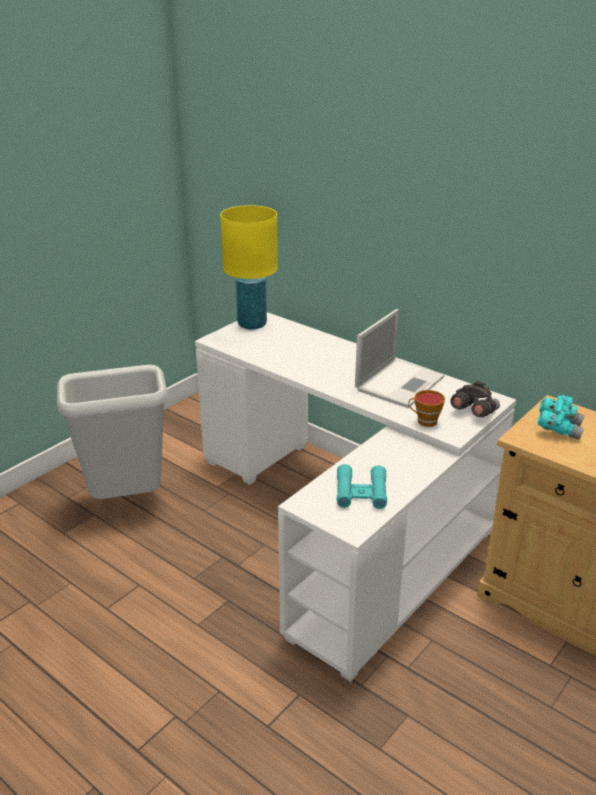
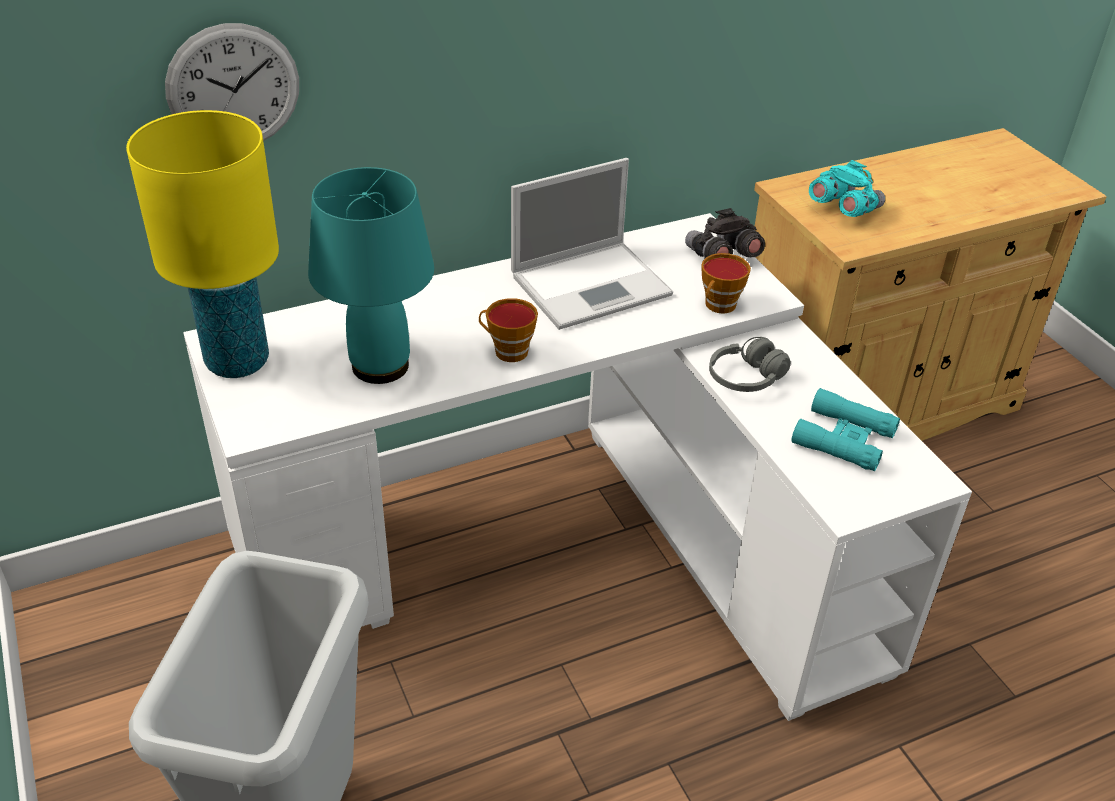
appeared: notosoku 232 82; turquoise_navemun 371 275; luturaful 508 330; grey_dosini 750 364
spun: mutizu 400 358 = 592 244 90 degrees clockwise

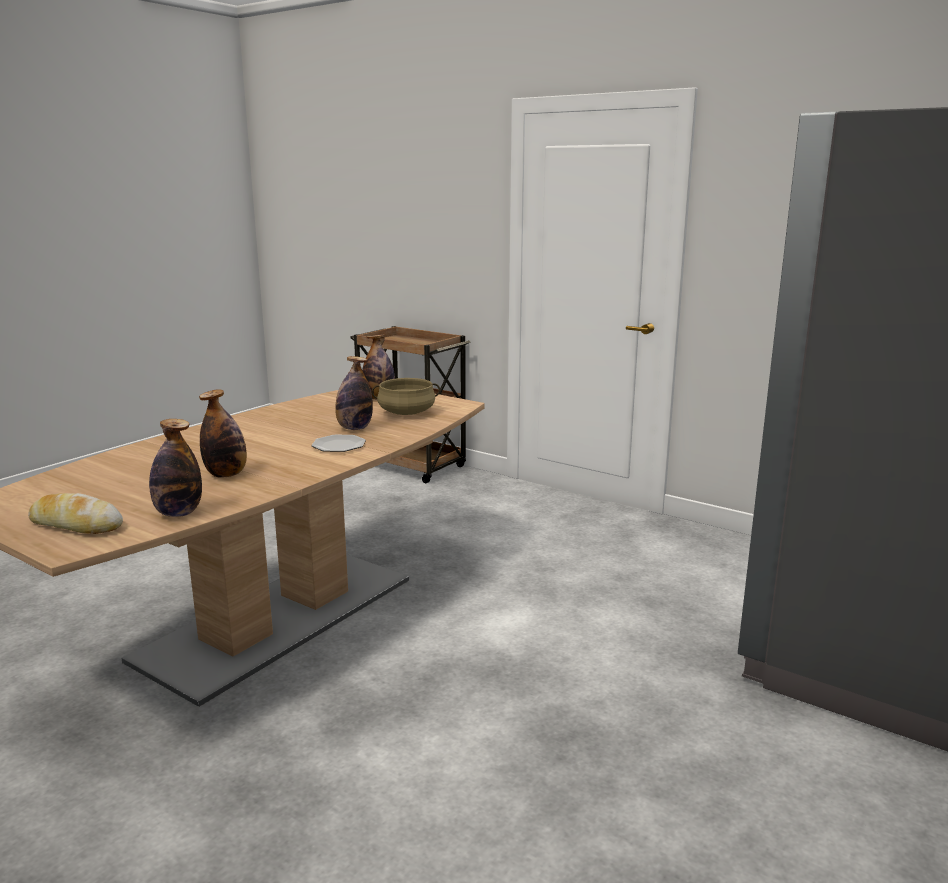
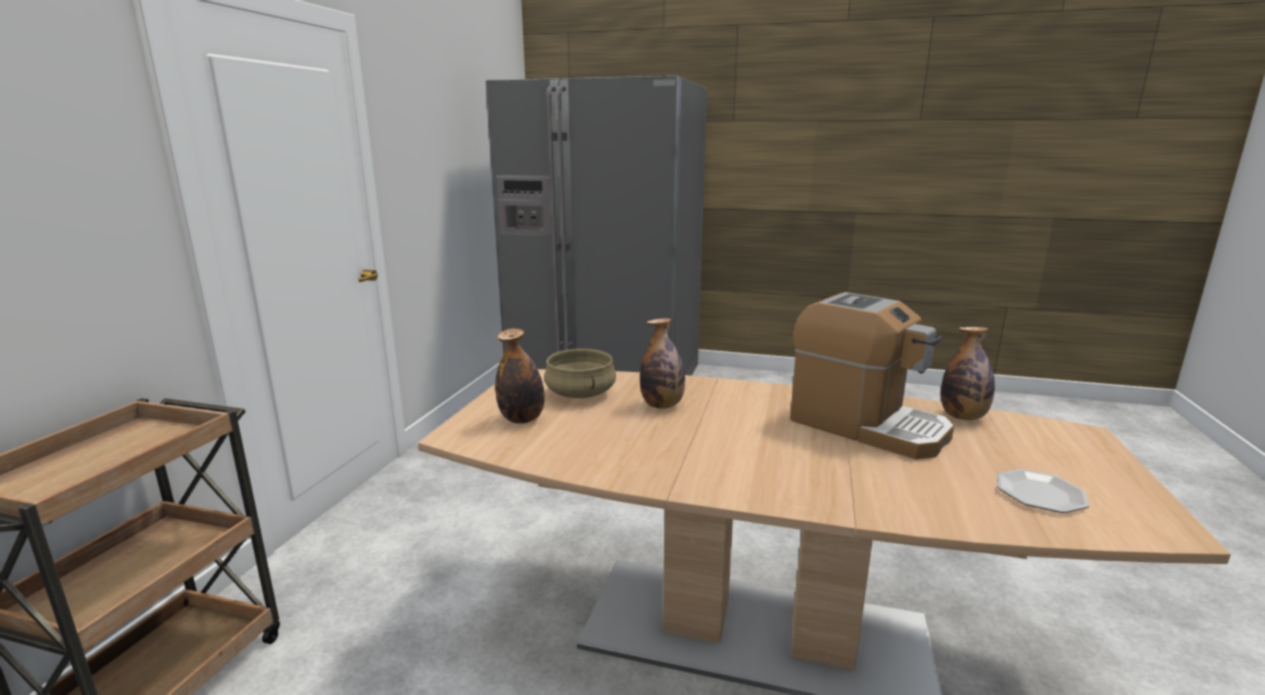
missing: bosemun 75 513
relocated: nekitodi 338 443 to 1043 491
exchanged: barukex 223 433 to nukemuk 872 375

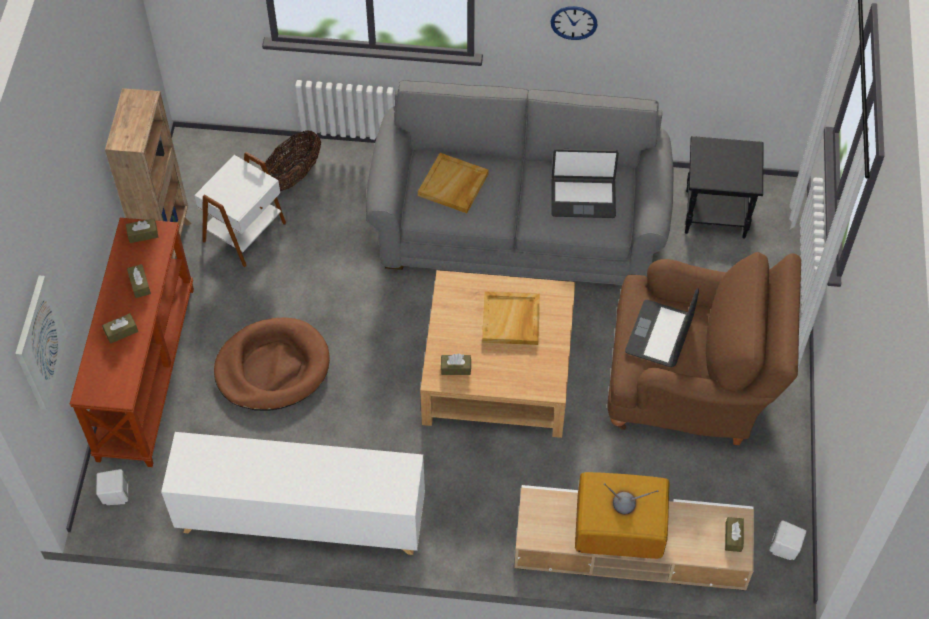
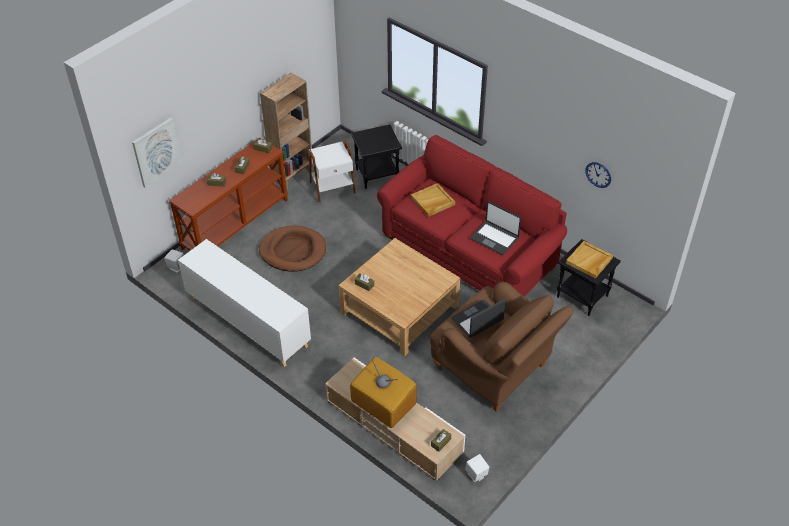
relocated: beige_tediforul 511 318 to 589 260; notosoku 574 23 to 598 175
exchanged: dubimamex 293 161 to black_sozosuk 376 156
colour: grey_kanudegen 520 182 to red_kanudegen 472 215

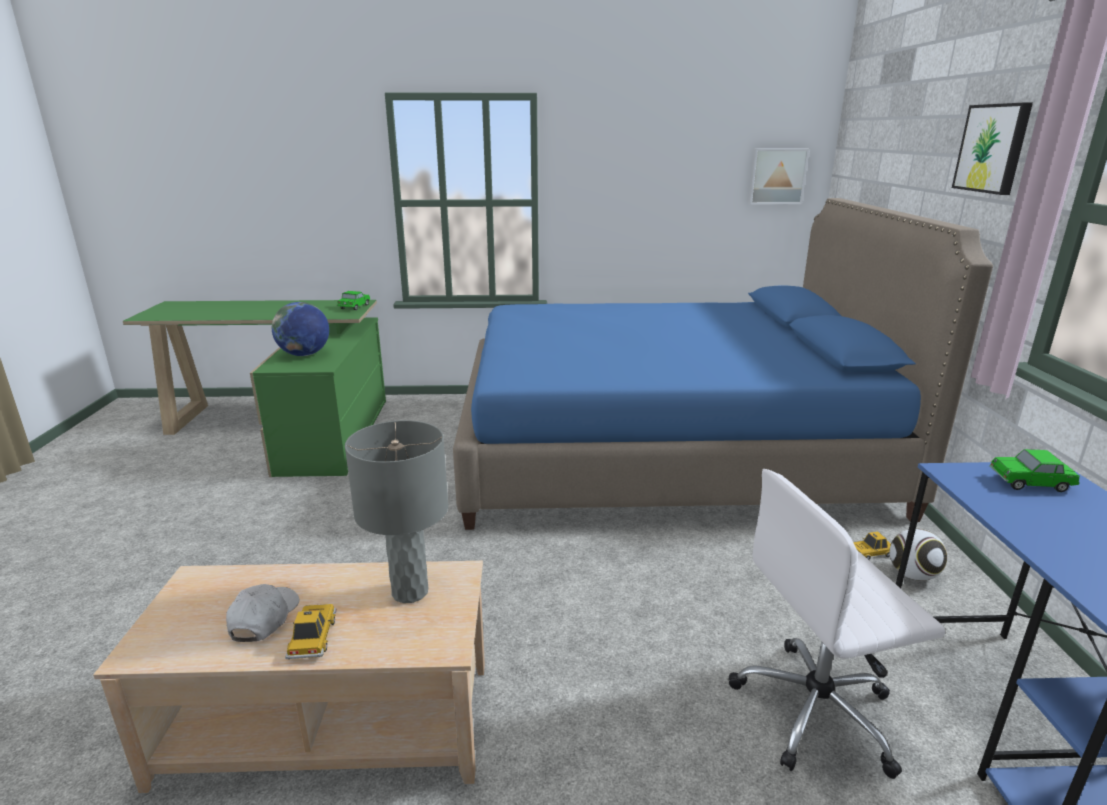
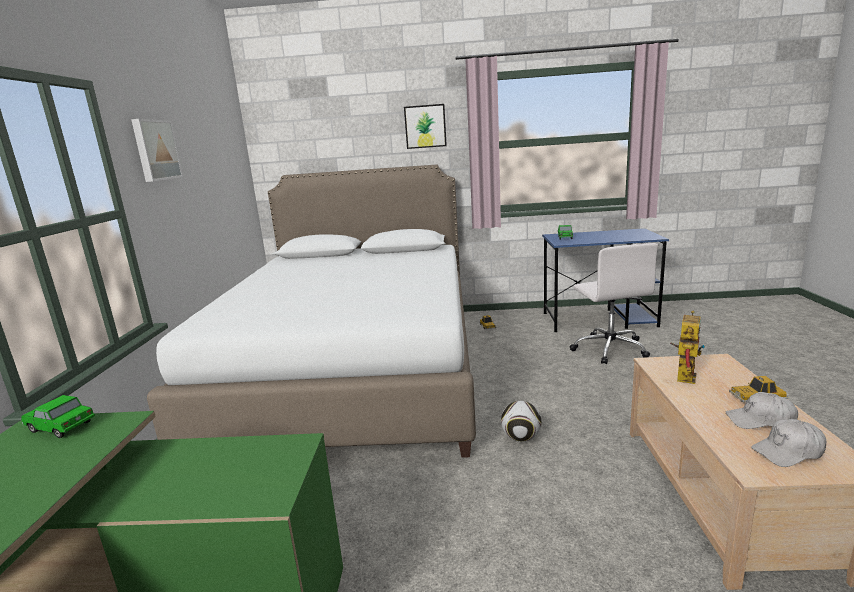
missing: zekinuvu 300 329
appeared: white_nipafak 788 443
relocated: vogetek 779 176 to 157 150; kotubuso 919 555 to 521 421
exchanged: grey_navemun 396 511 to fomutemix 687 347
colour: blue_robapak 723 364 to white_robapak 311 311

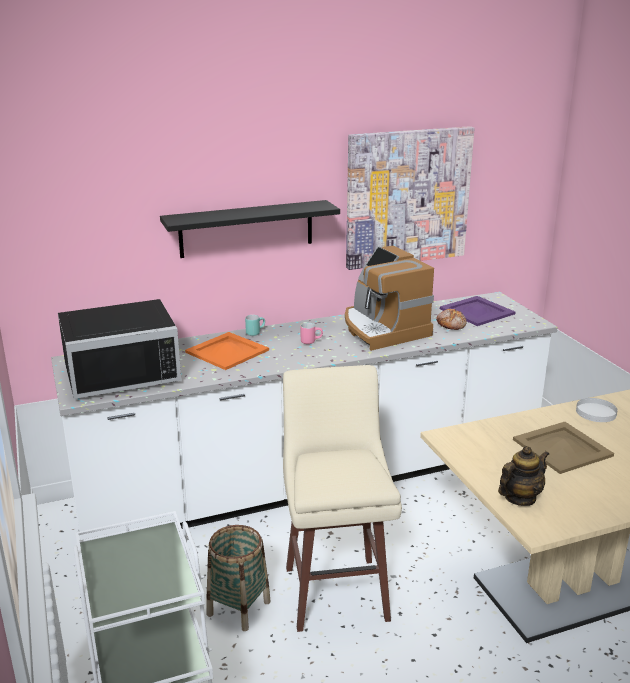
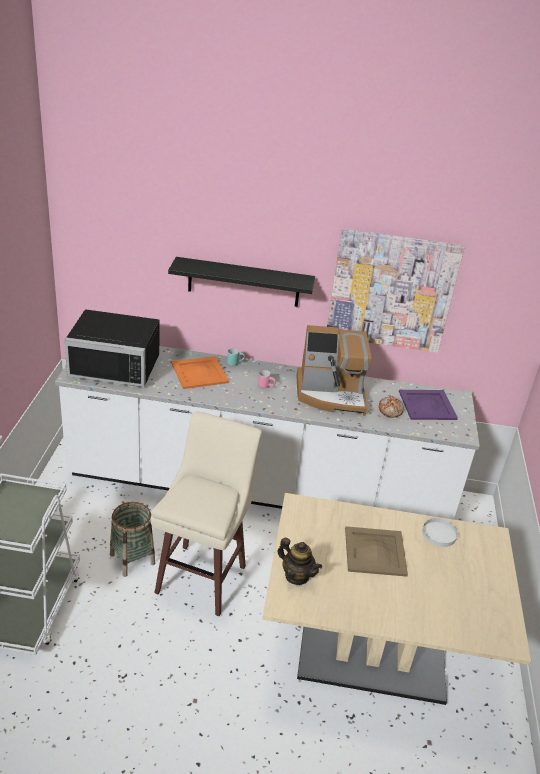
spun: nukemuk 389 298 = 334 370 90 degrees counterclockwise; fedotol 523 476 = 300 561 45 degrees clockwise

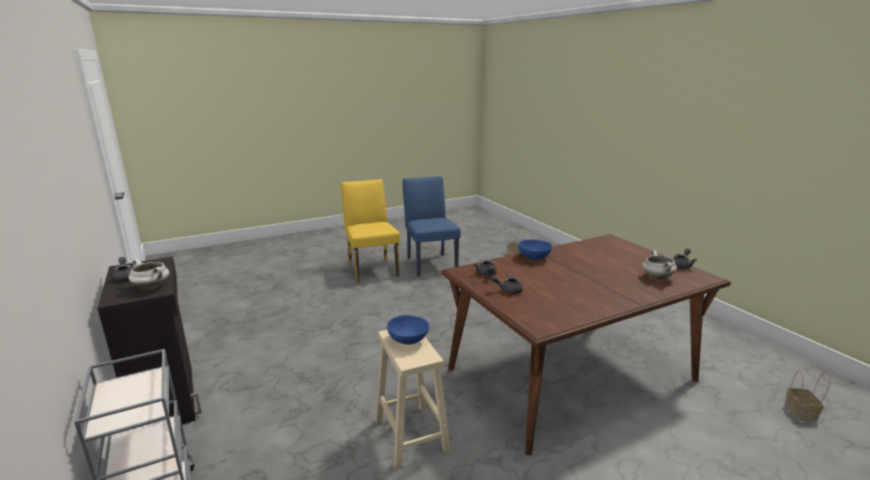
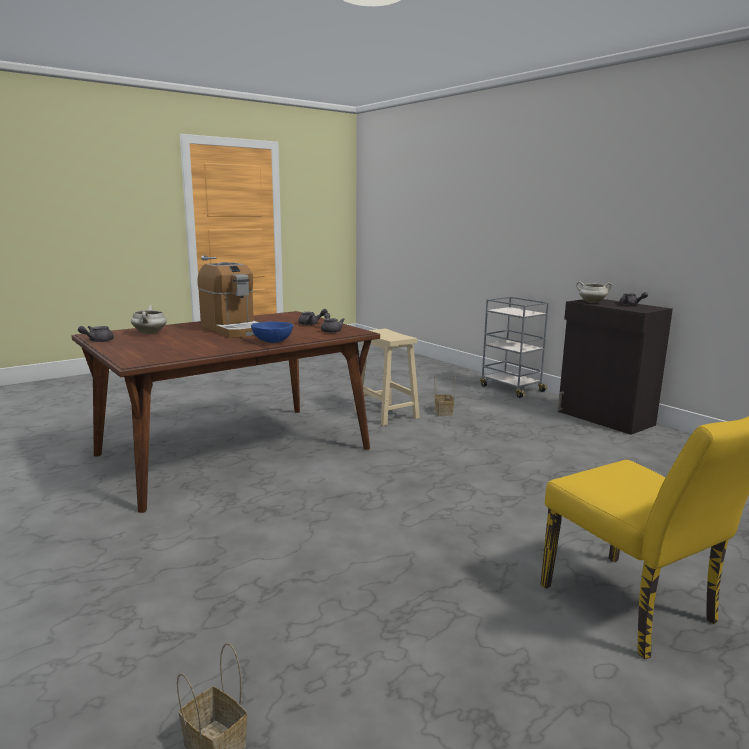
missing: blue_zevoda 408 330; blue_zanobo 431 226
appeared: nukemuk 228 300
relocated: dubimamex 807 396 to 445 395

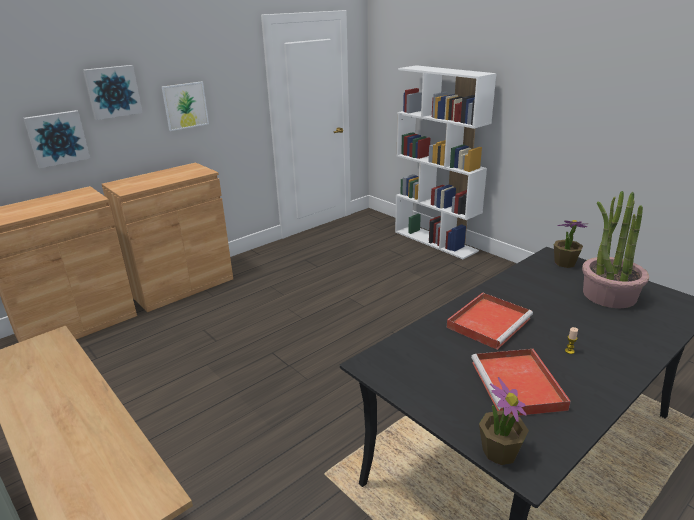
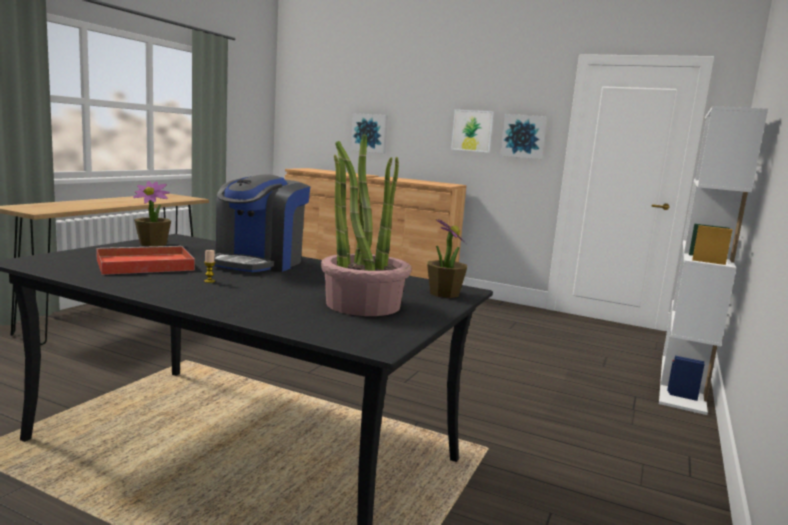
relocated: vogetek 113 92 to 523 136; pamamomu 504 421 to 152 214
exchanged: red_tediforul 490 321 to nukemuk 262 223

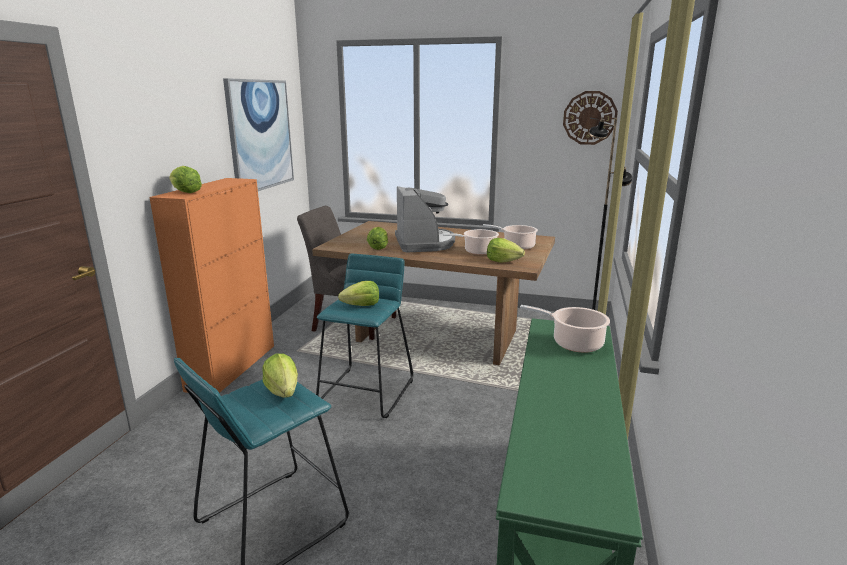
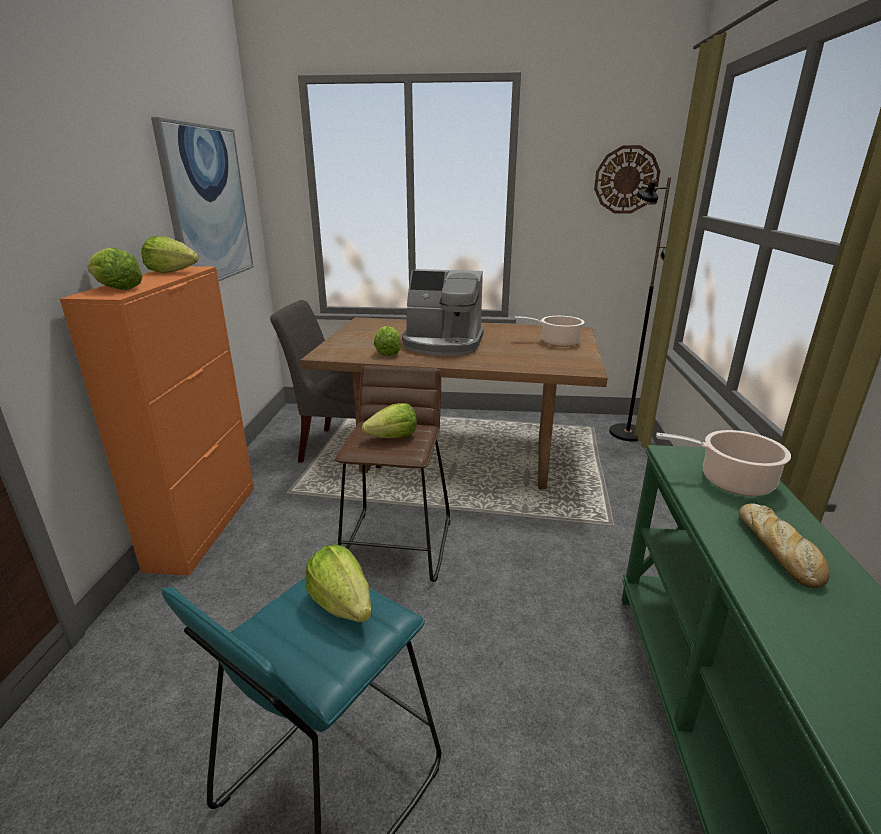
missing: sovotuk 471 242
appeared: bosemun 784 545
relocated: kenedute 506 250 to 170 254
colour: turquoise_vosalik 364 336 to brown_vosalik 392 473
spun: nukemuk 425 219 = 443 312 120 degrees clockwise

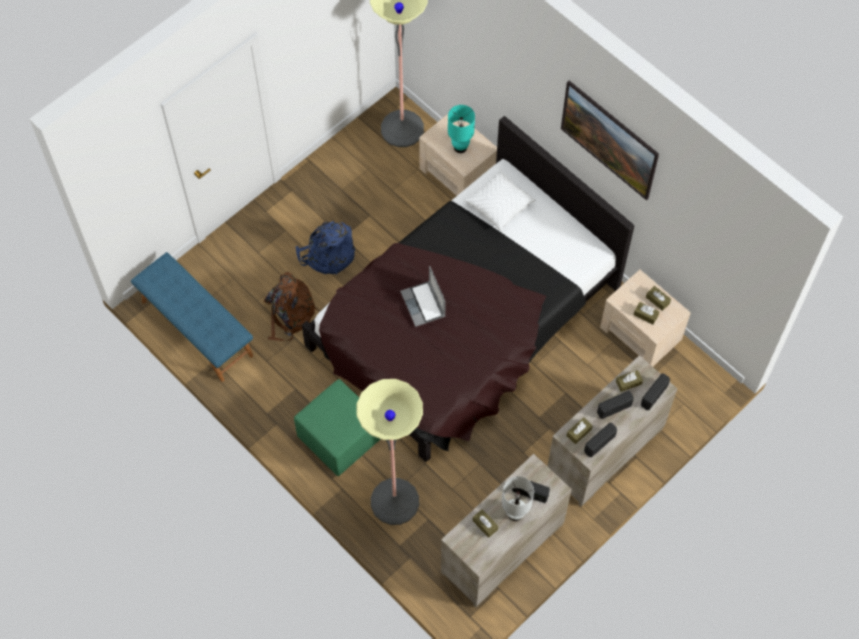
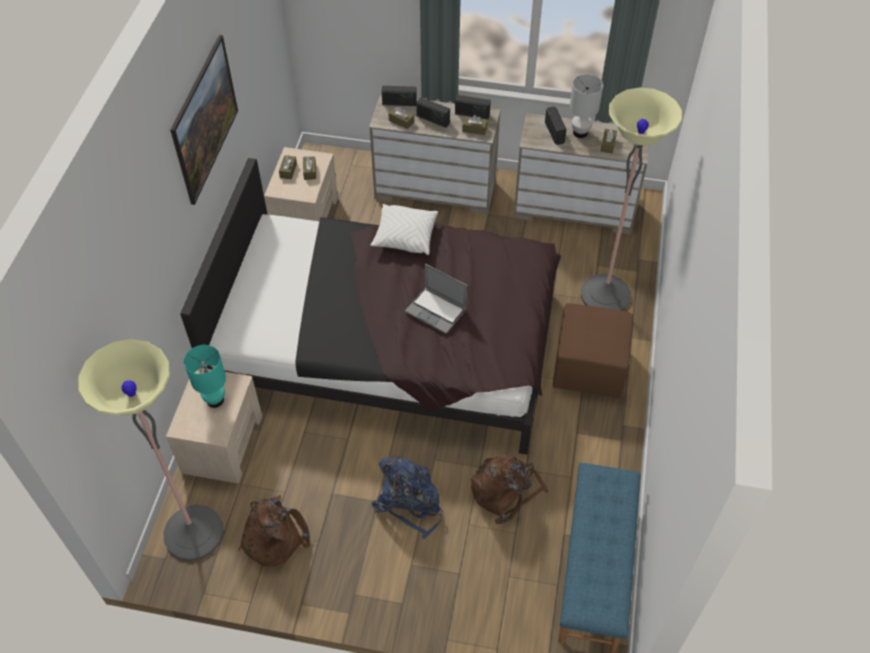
appeared: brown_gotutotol 274 531
relocated: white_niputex 500 200 to 404 229
colour: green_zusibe 337 427 to brown_zusibe 593 350
spun: mutizu 423 296 = 436 299 90 degrees clockwise

